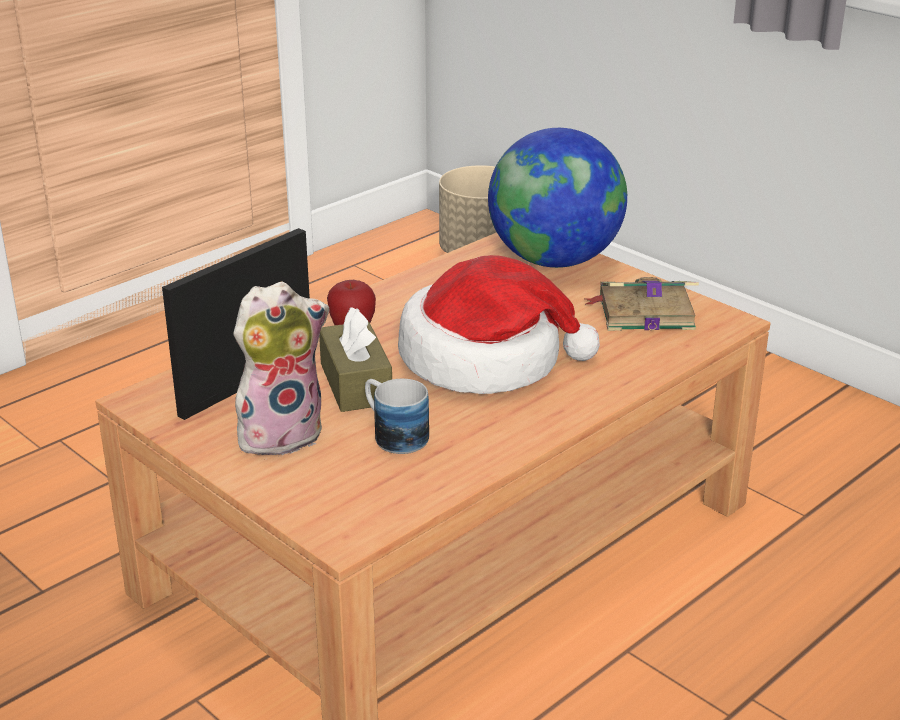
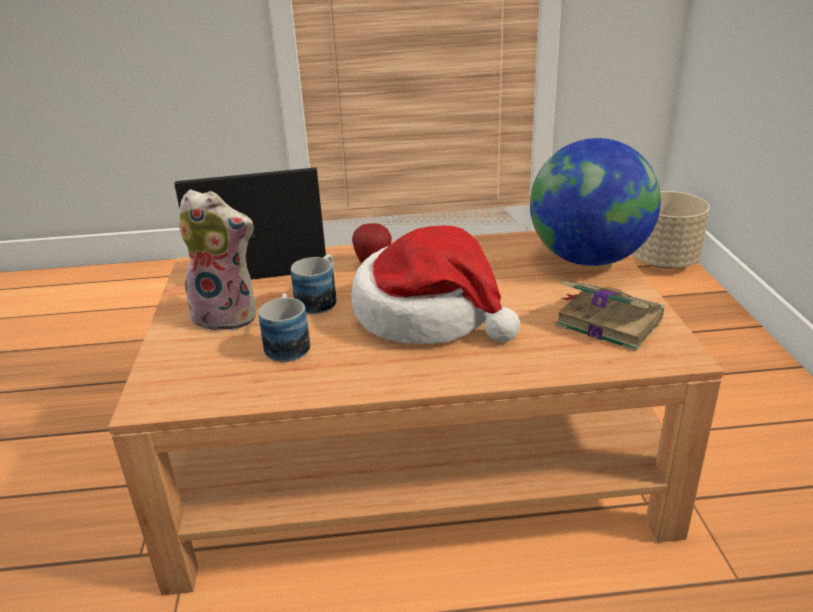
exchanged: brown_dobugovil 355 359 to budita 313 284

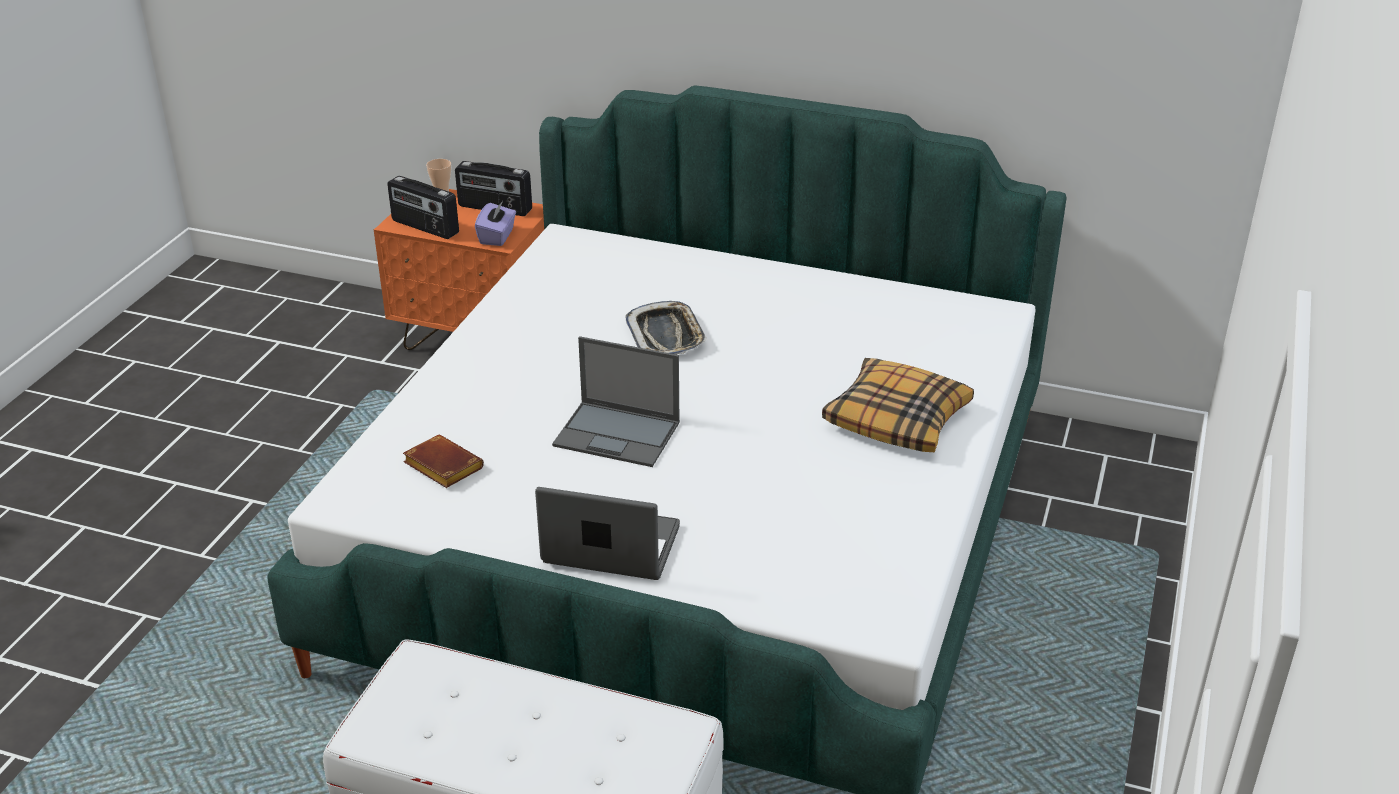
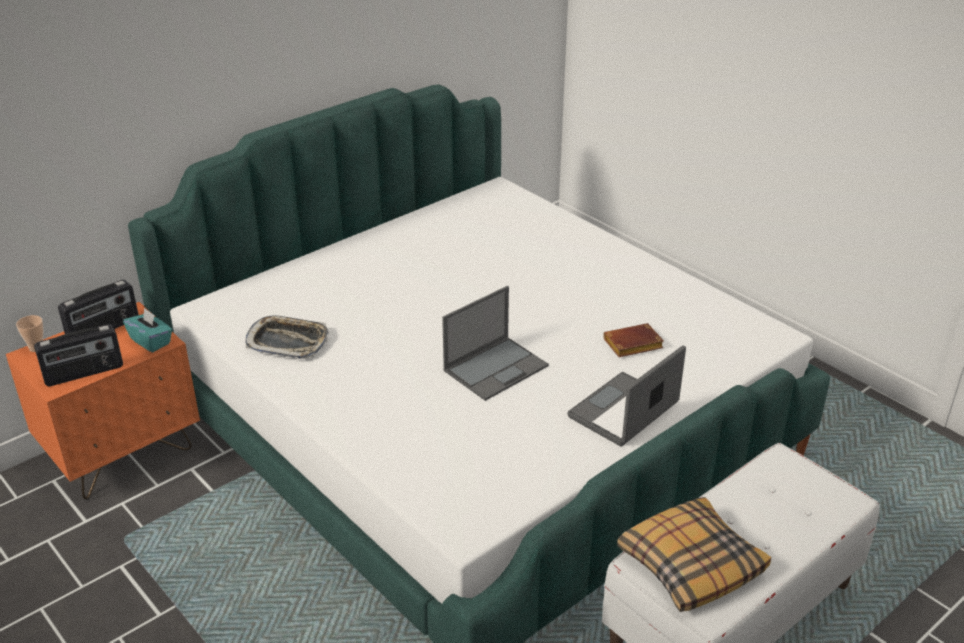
relocated: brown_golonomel 443 461 to 633 340; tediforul 666 327 to 287 337; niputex 898 405 to 694 554
colour: purple_dobugovil 495 223 to turquoise_dobugovil 147 329

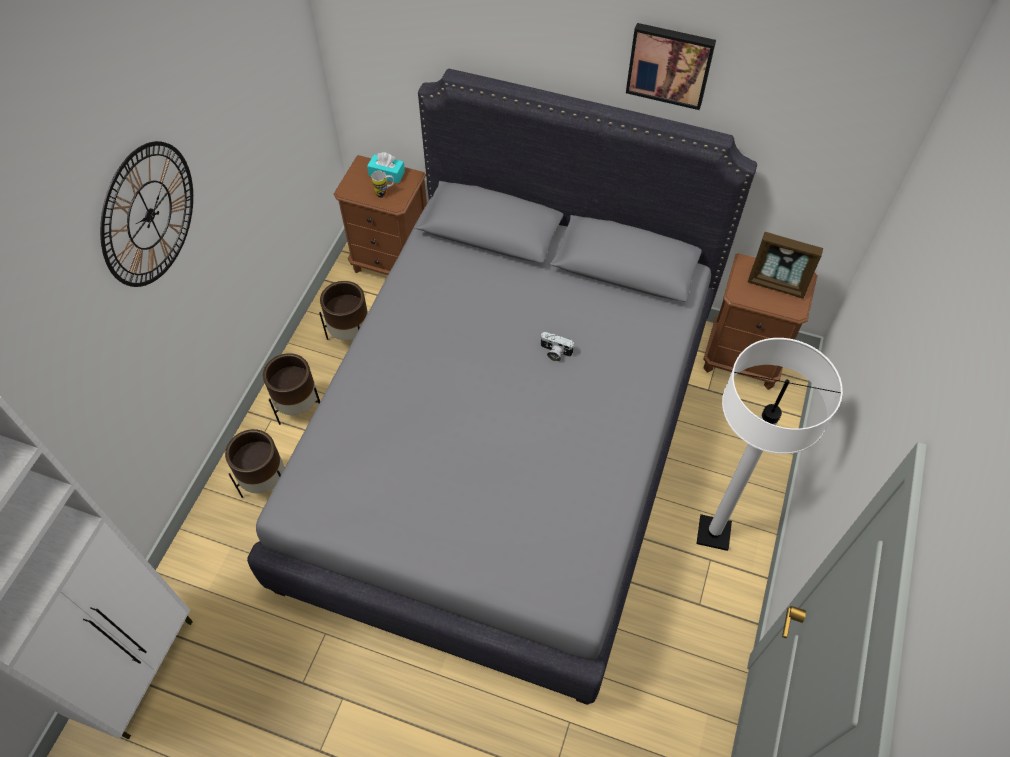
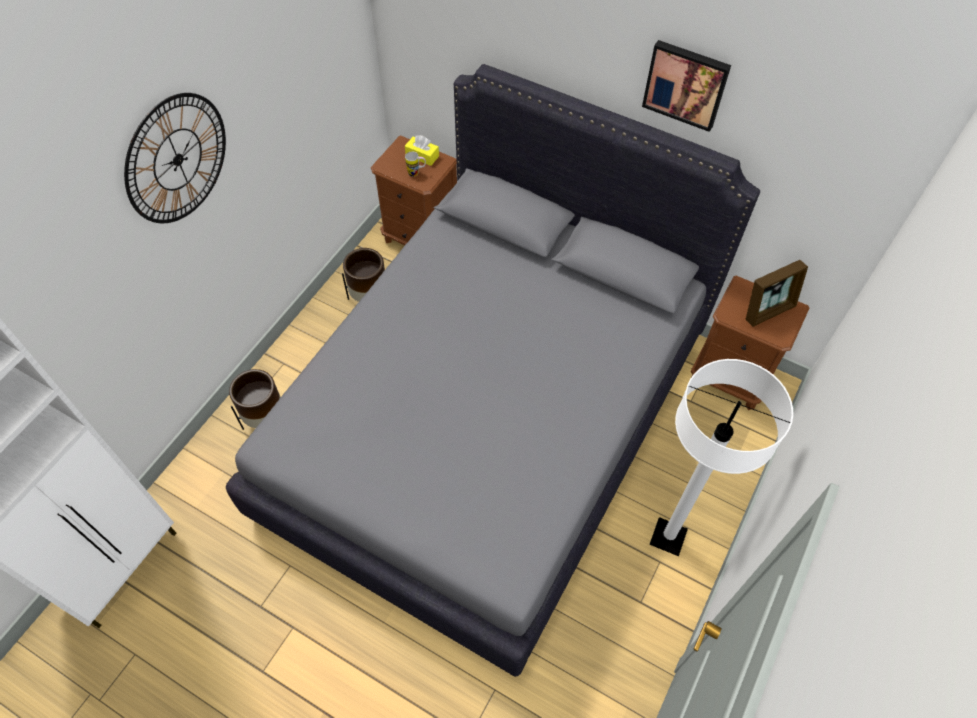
missing: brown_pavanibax 291 389; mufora 557 347
colour: turquoise_dobugovil 386 167 to yellow_dobugovil 422 150
spun: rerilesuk 785 265 = 777 293 60 degrees counterclockwise

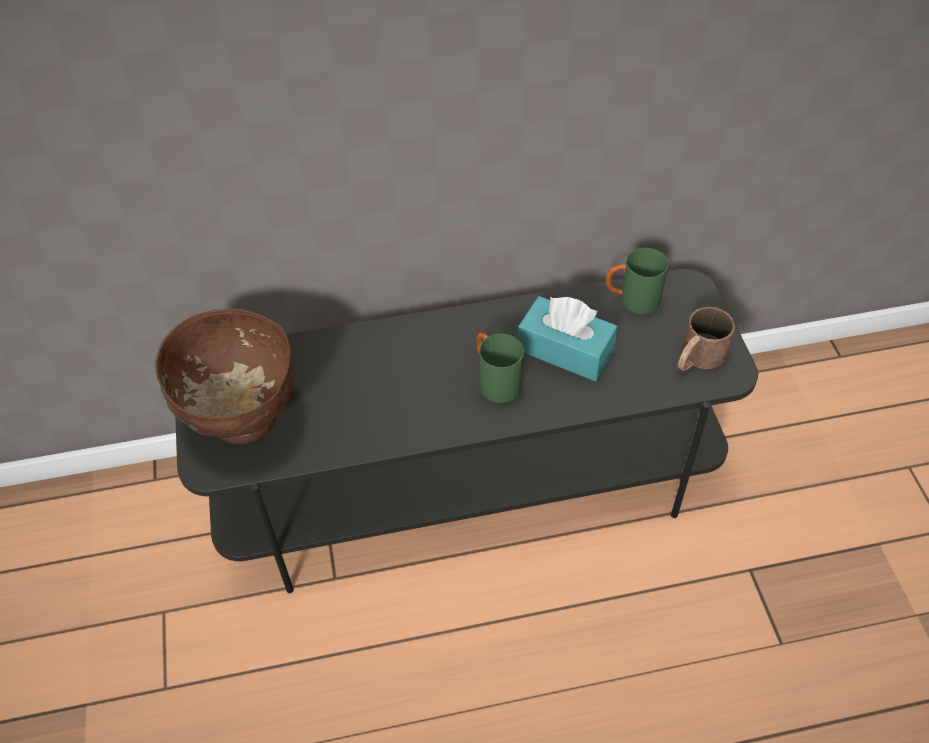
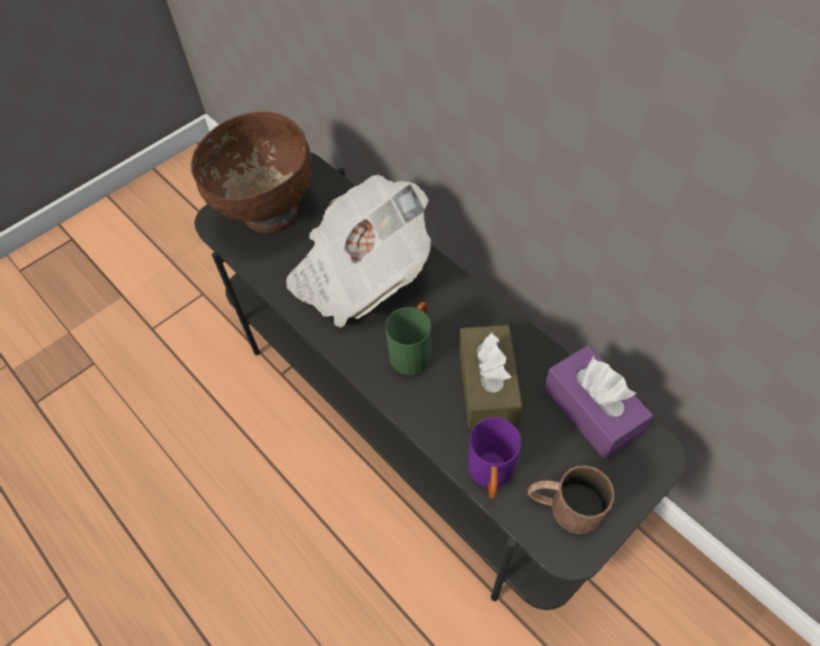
appeared: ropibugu 358 251; purple_budita 494 458
exchanged: green_budita 637 281 to purple_dobugovil 598 402
colour: turquoise_dobugovil 568 338 to brown_dobugovil 490 376

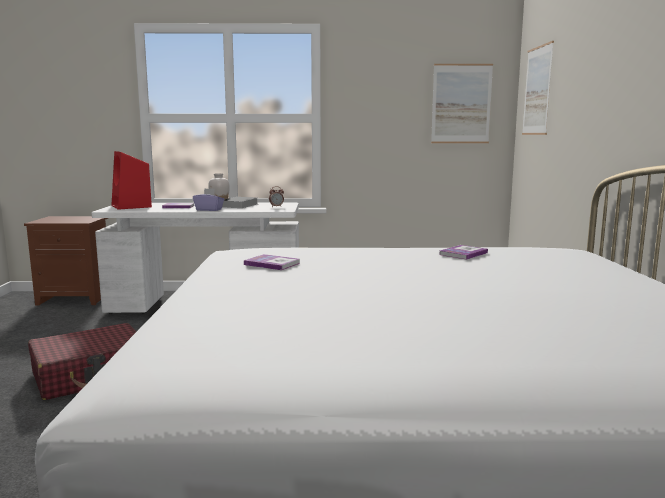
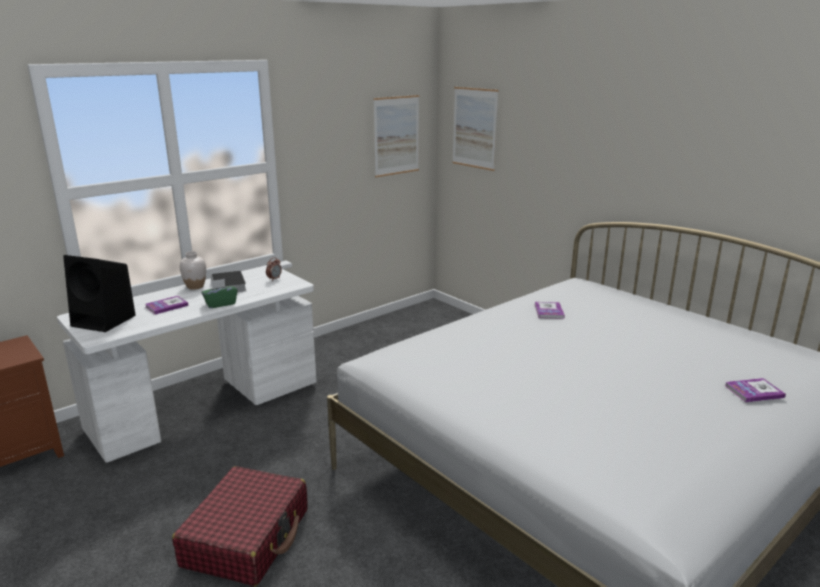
relocated: golonomel 272 262 to 755 390
colour: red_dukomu 131 180 to black_dukomu 99 293; purple_dobugovil 208 199 to green_dobugovil 220 293

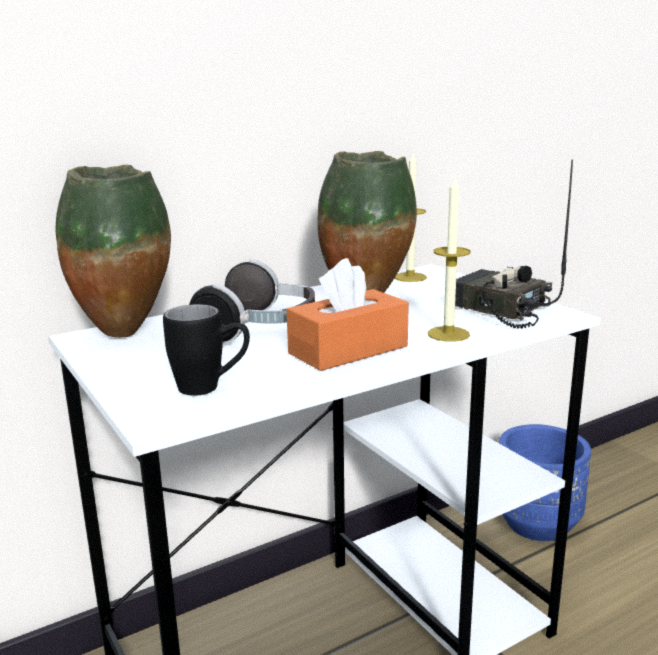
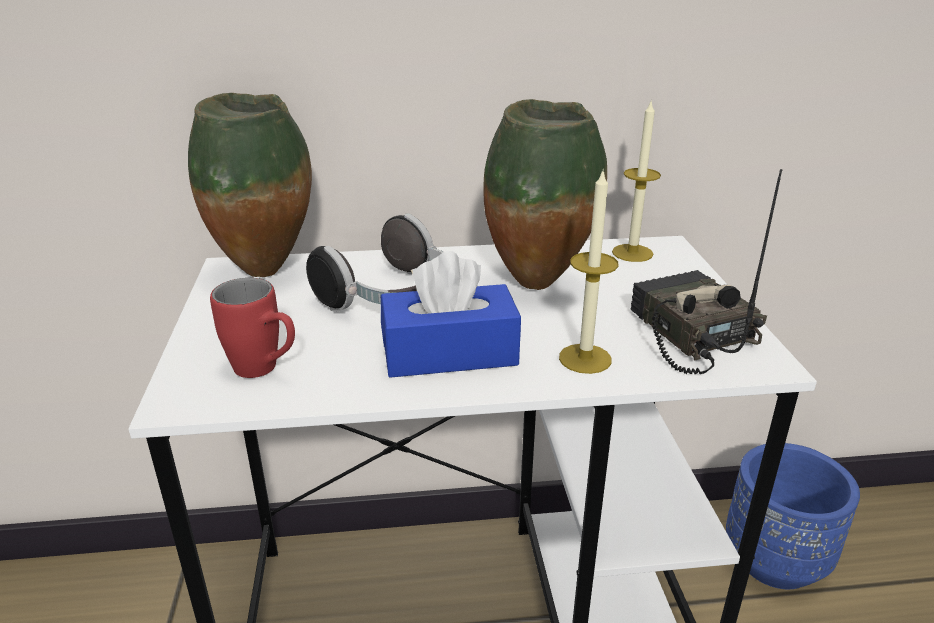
colour: black_budita 206 350 to red_budita 252 328; orange_dobugovil 348 314 to blue_dobugovil 451 314

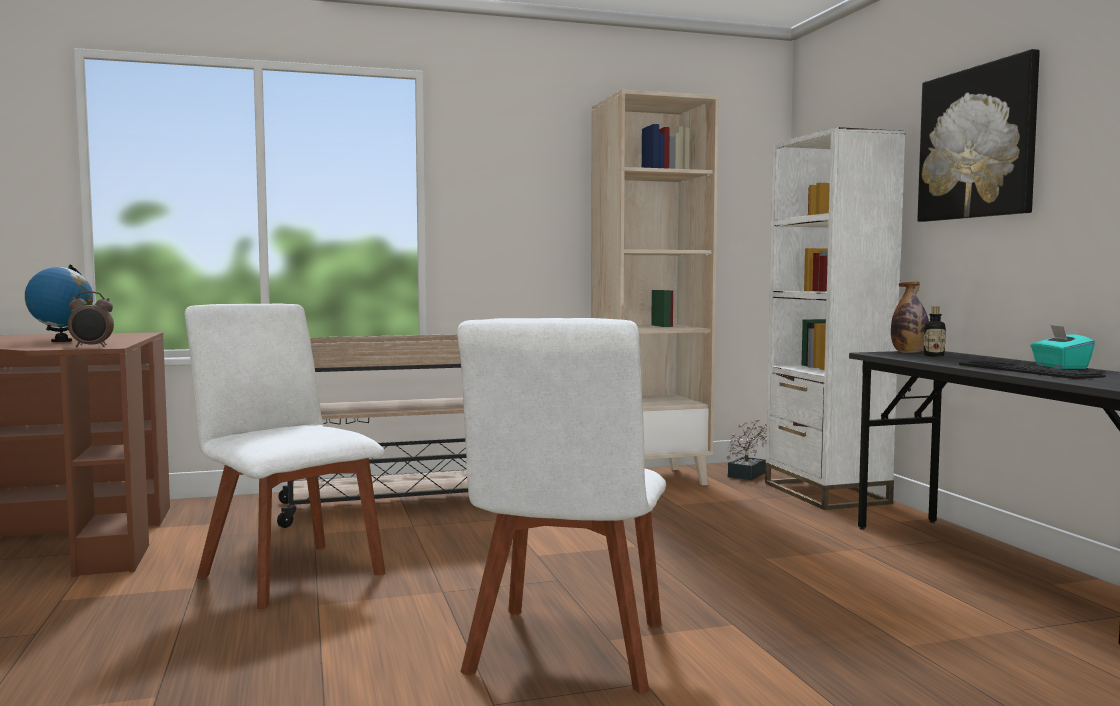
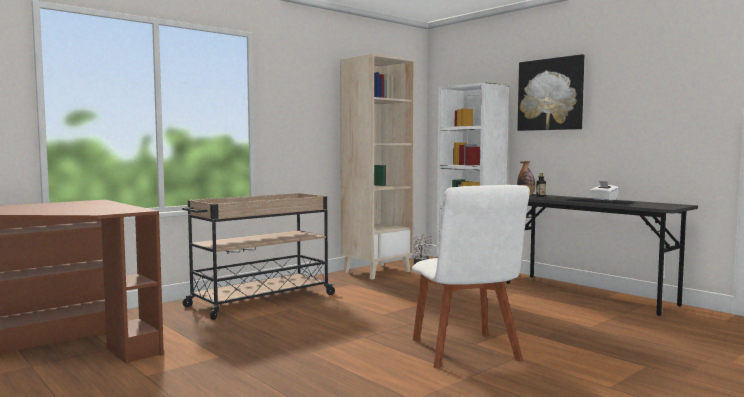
missing: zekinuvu 59 303; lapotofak 91 319; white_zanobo 285 456
colour: turquoise_dobugovil 1062 347 to white_dobugovil 605 190

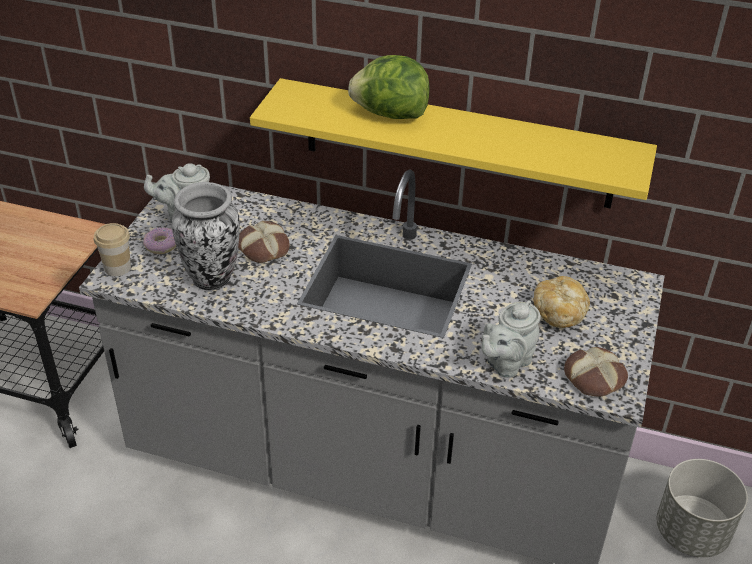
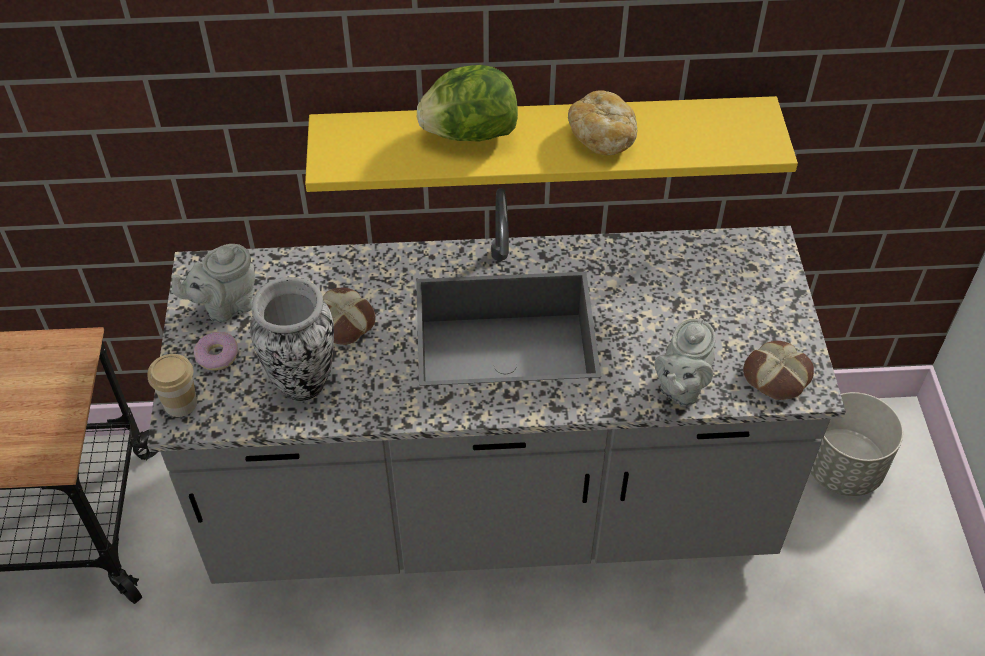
relocated: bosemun 561 302 to 602 122

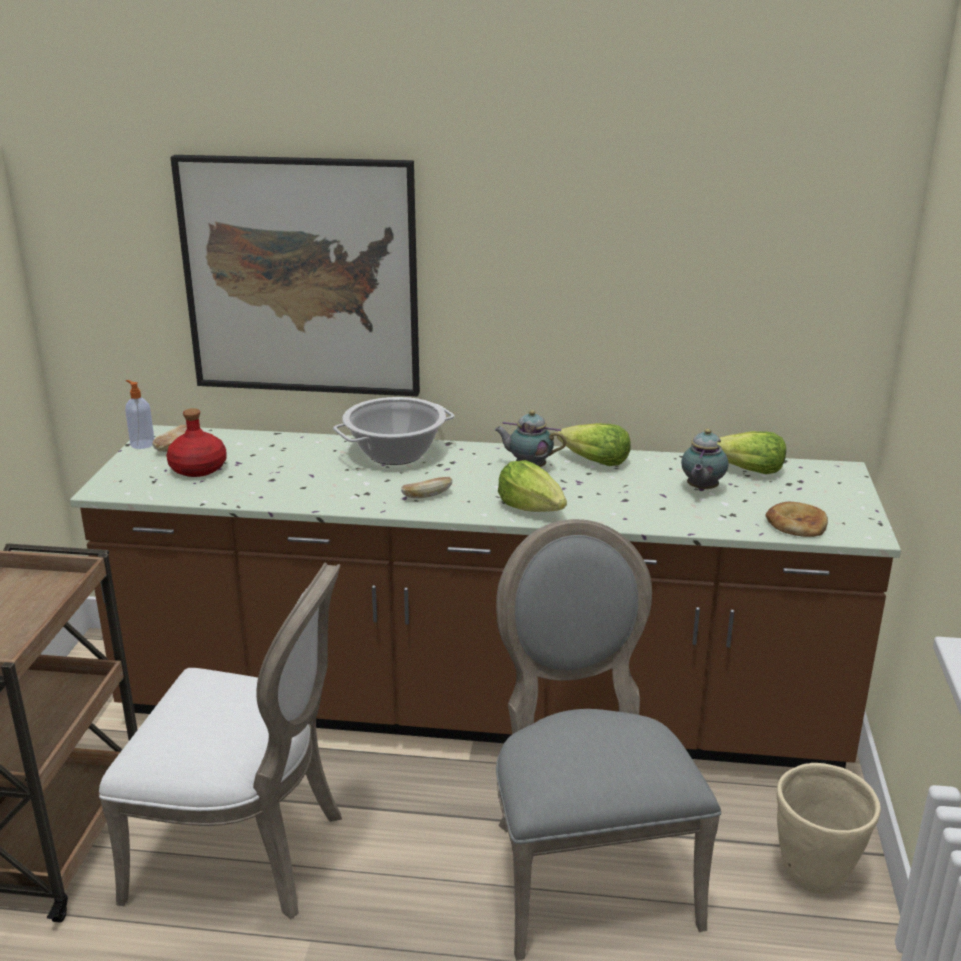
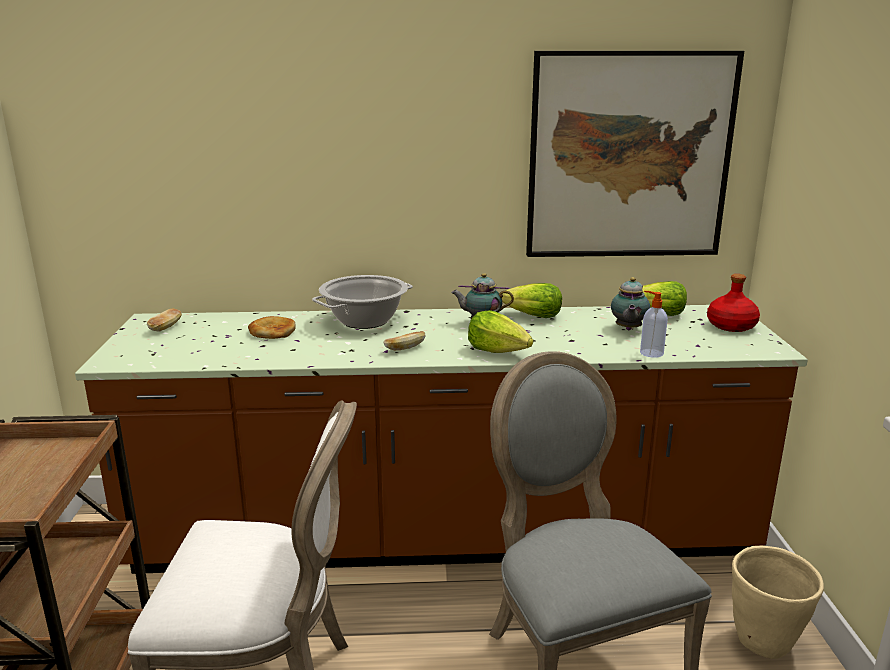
relocated: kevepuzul 139 414 to 654 324; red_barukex 196 442 to 733 303; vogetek 295 275 to 635 154; bosemun 796 519 to 272 327

